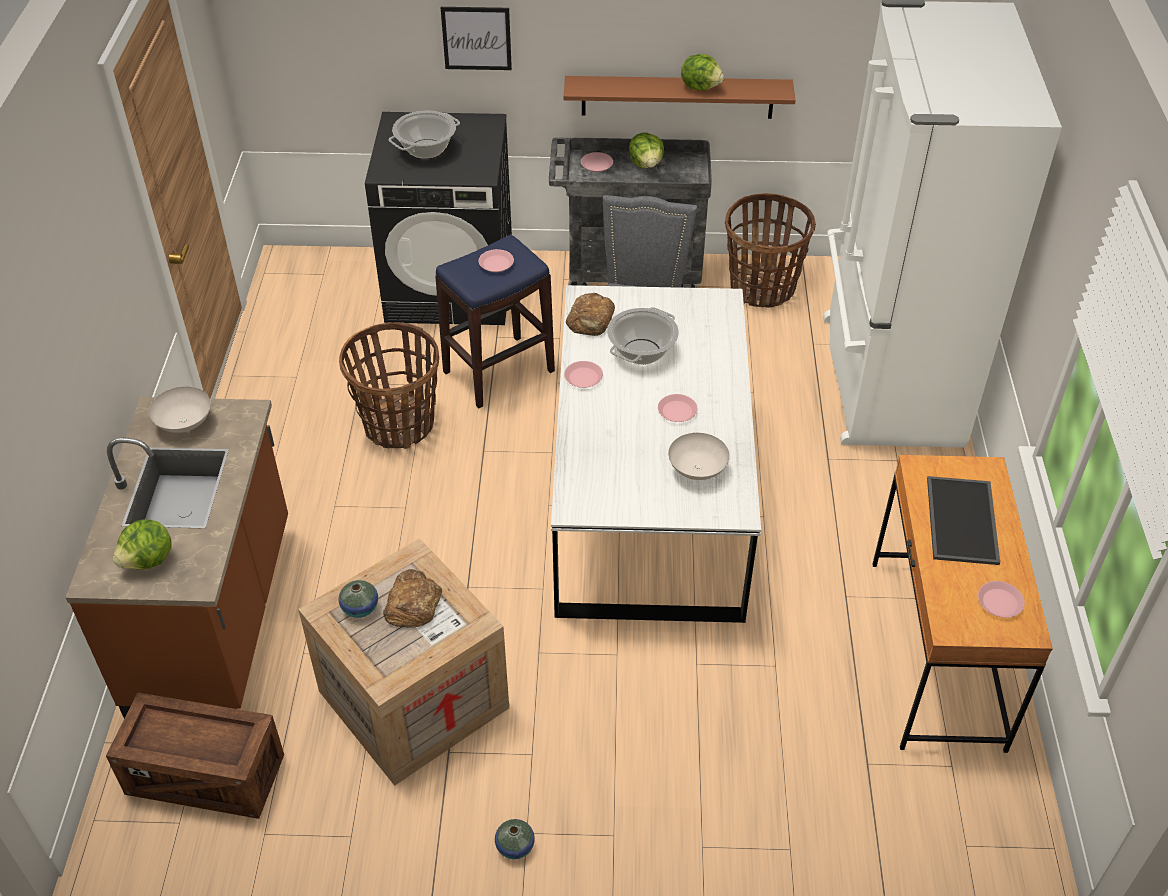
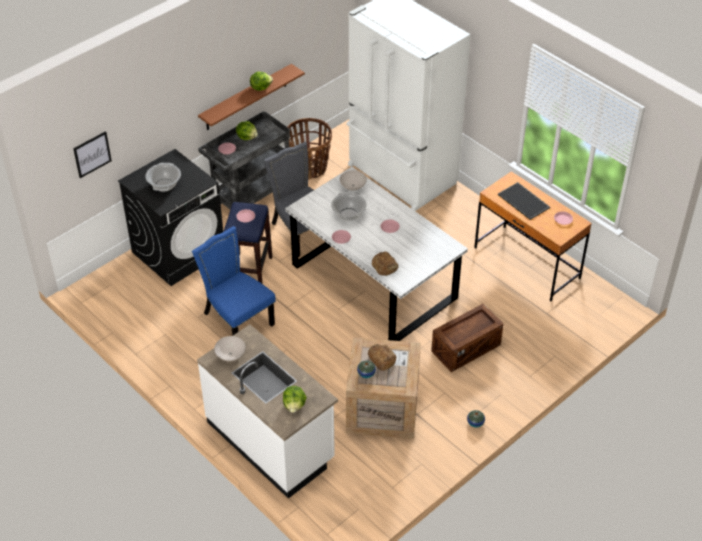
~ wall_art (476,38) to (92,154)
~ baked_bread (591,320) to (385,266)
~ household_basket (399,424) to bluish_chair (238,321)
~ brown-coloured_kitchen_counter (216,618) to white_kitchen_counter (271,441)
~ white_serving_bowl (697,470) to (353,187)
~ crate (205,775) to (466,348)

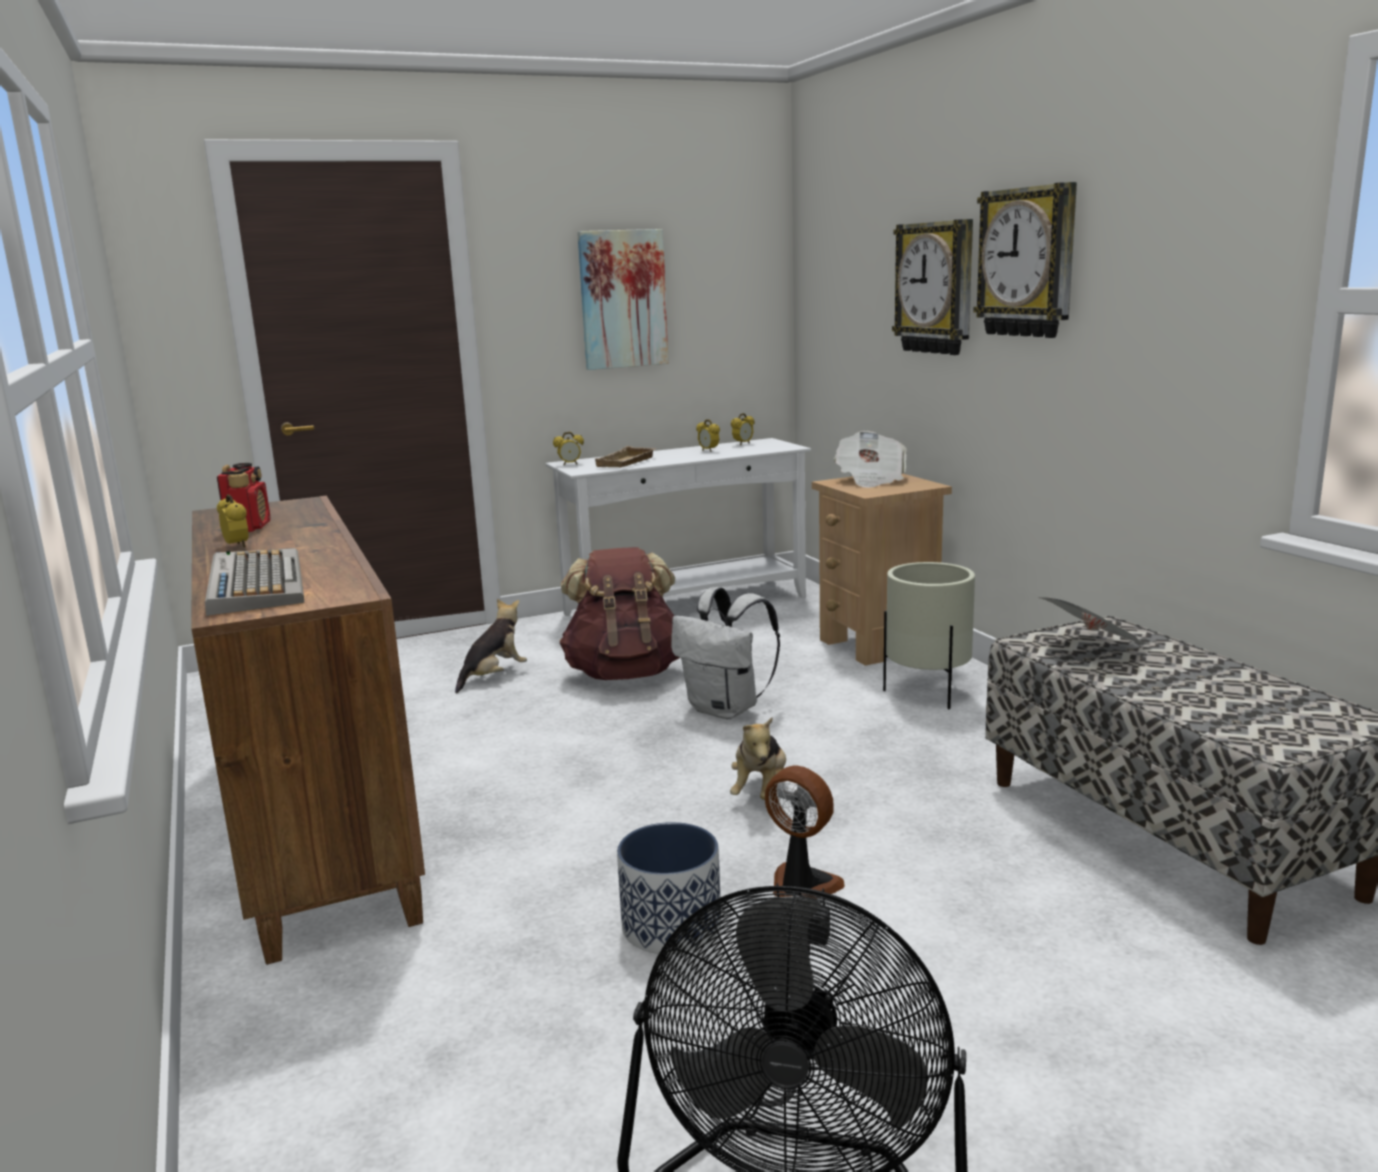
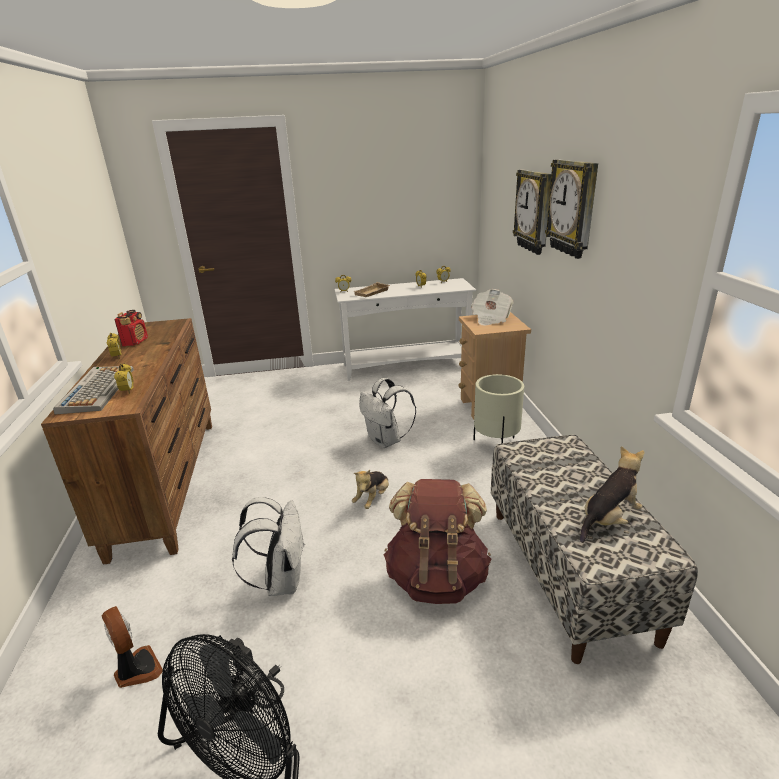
- wall_art (622,299)
~ brown-coloured_backpack (625,673) to (437,578)
- printed_paper (1095,649)
~ soft_toy (493,677) to (608,519)
~ cooling_fan (801,886) to (136,669)
~ flower_pot (670,926) to white_backpack (281,580)
+ table_clock (128,391)

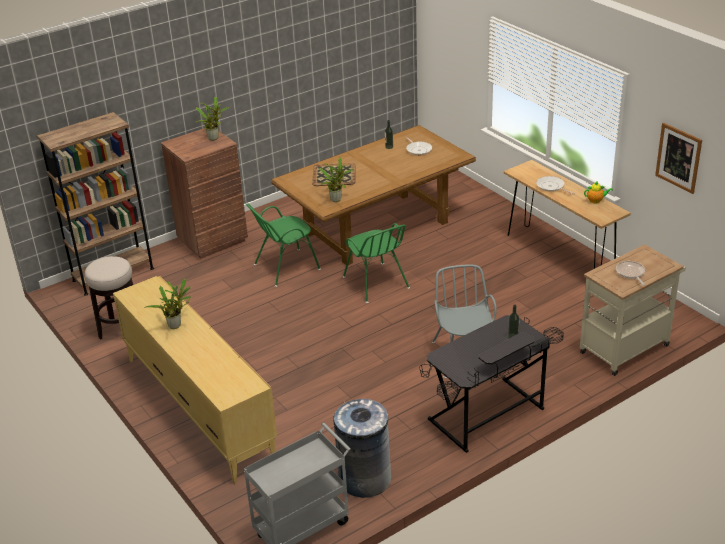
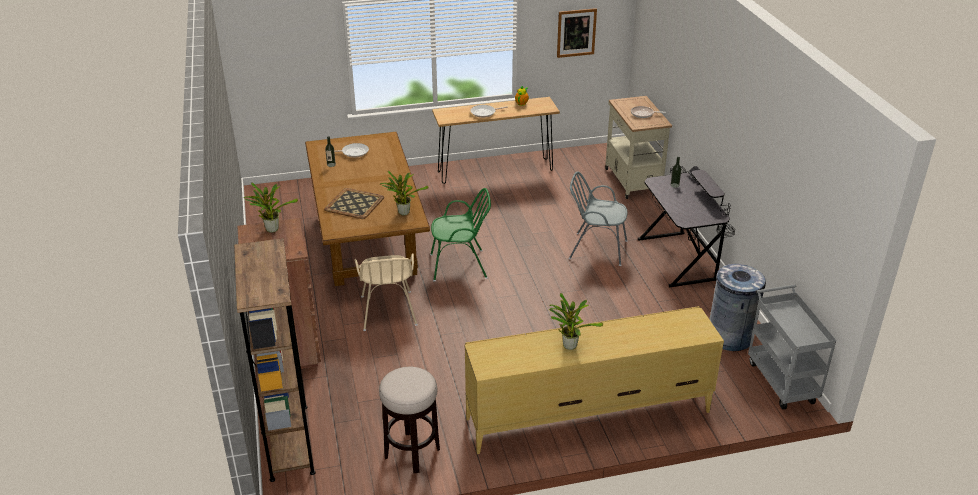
~ greenish_chair (284,268) to beige-coloured_chair (388,312)

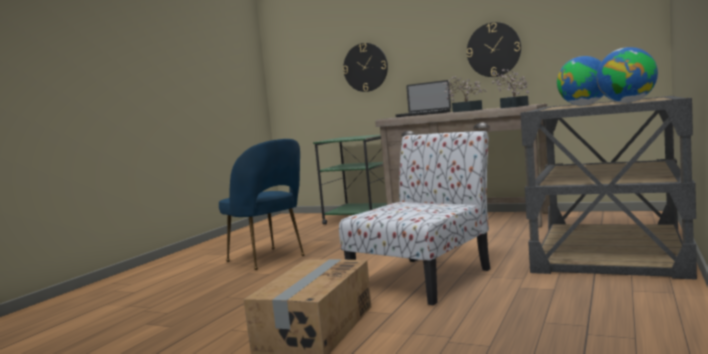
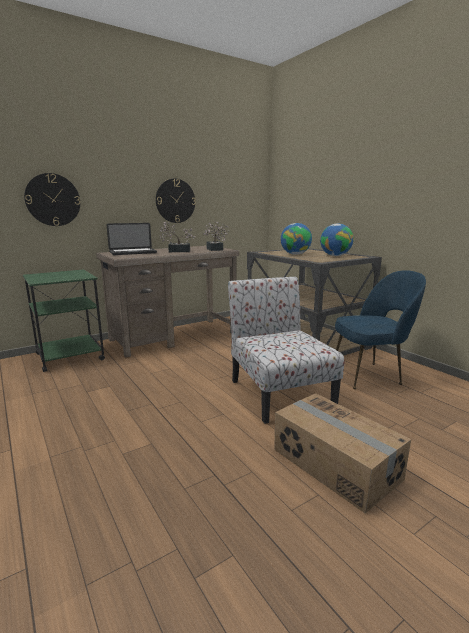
~ bluish_chair (268,260) to (370,375)

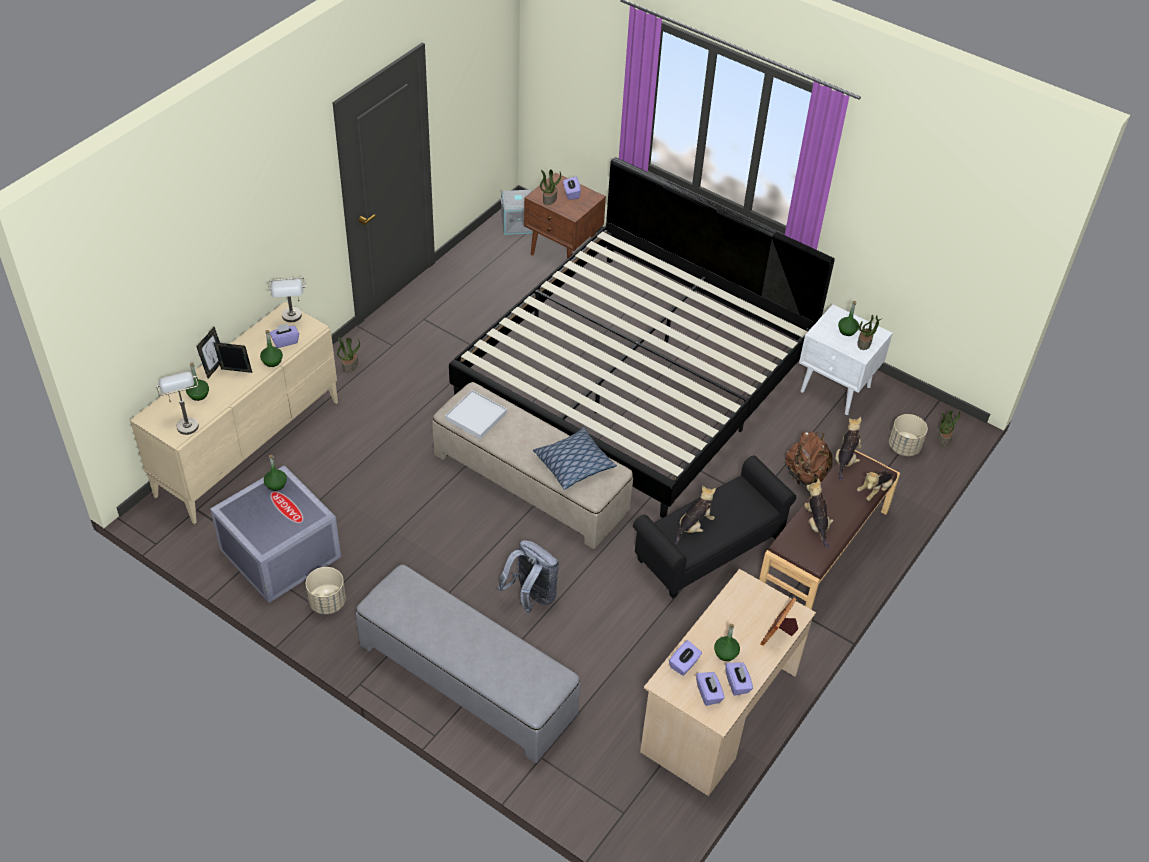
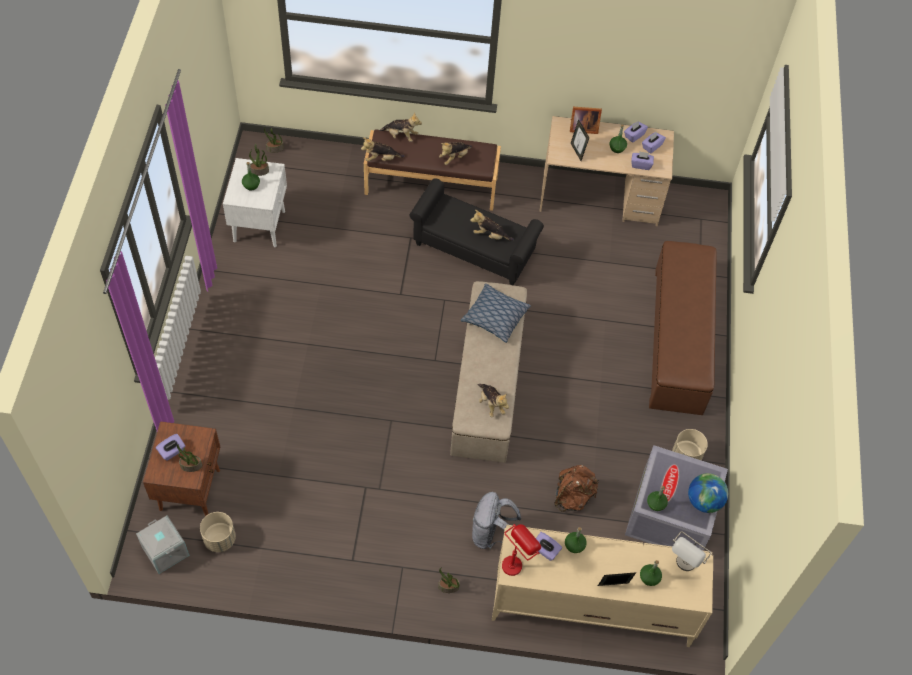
- bedroom_bed (635,377)
~ greyish_lamp_for_a_table (292,320) to red_lamp_for_a_table (517,561)
~ picture_frame (236,372) to (577,151)
~ white_carrying_tray (476,416) to soft_toy (491,404)
~ beige-coloured_flower_pot (904,447) to (220,539)
~ brown-coloured_backpack (805,475) to (573,497)
~ greyish_backpack (531,597) to (492,535)
~ greyish_bench (465,678) to brown-coloured_bench (679,340)
+ globe (704,501)

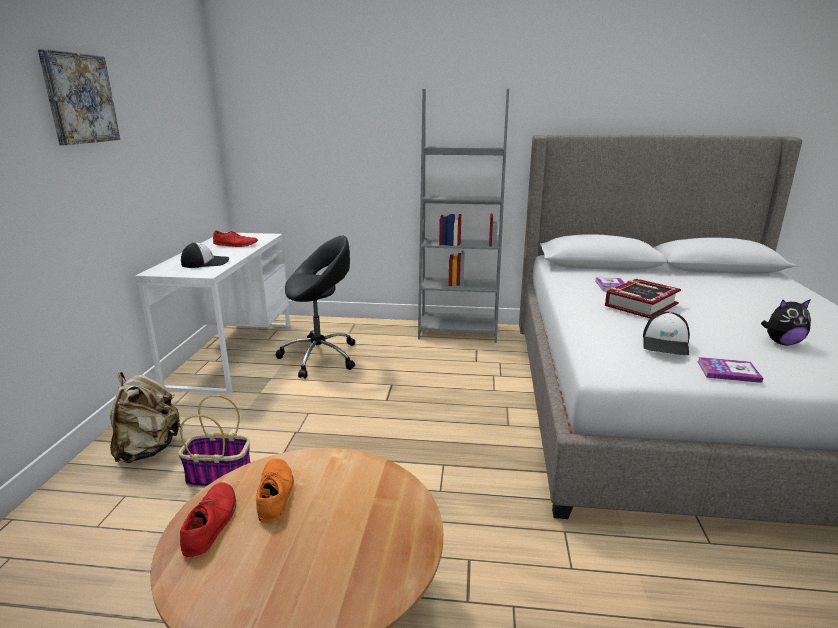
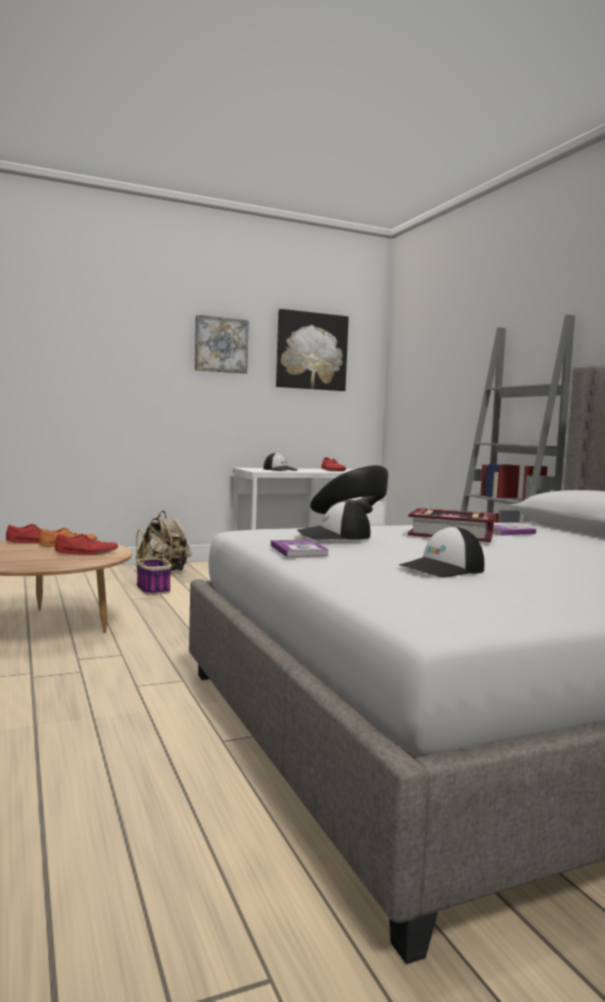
~ soft_toy (782,343) to baseball_cap (442,569)
+ wall_art (311,351)
+ red_shoe (86,553)

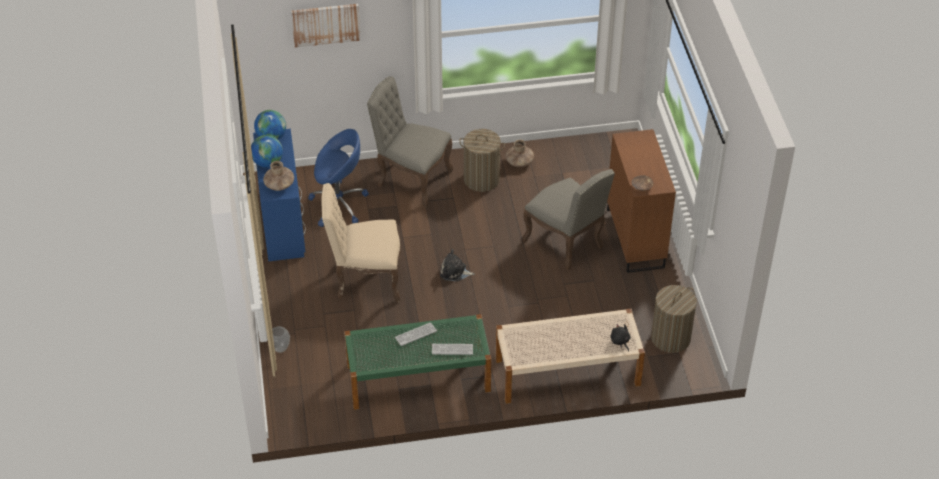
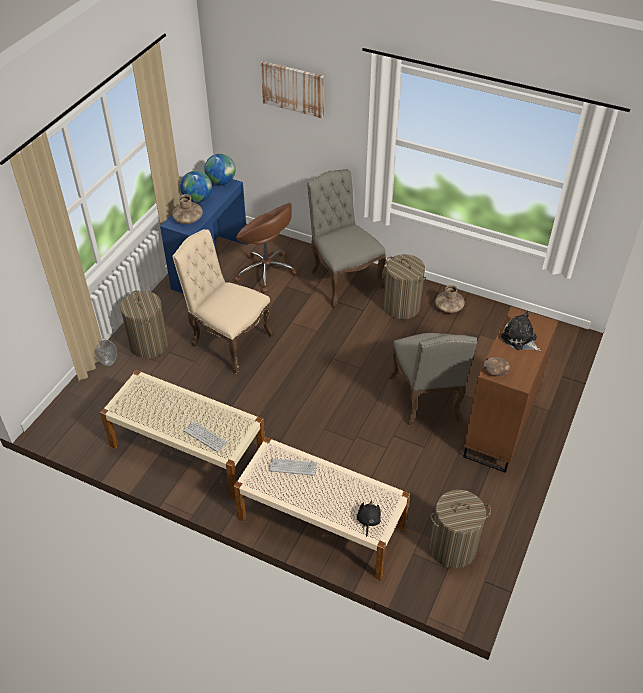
~ bluish_computer_chair (340,204) to brown-coloured_computer_chair (267,272)
~ soft_toy (455,272) to (520,339)
~ greenish_bench (418,378) to beige-coloured_bench (187,450)
~ PC_keyboard (415,334) to (293,467)
+ hamper (149,344)

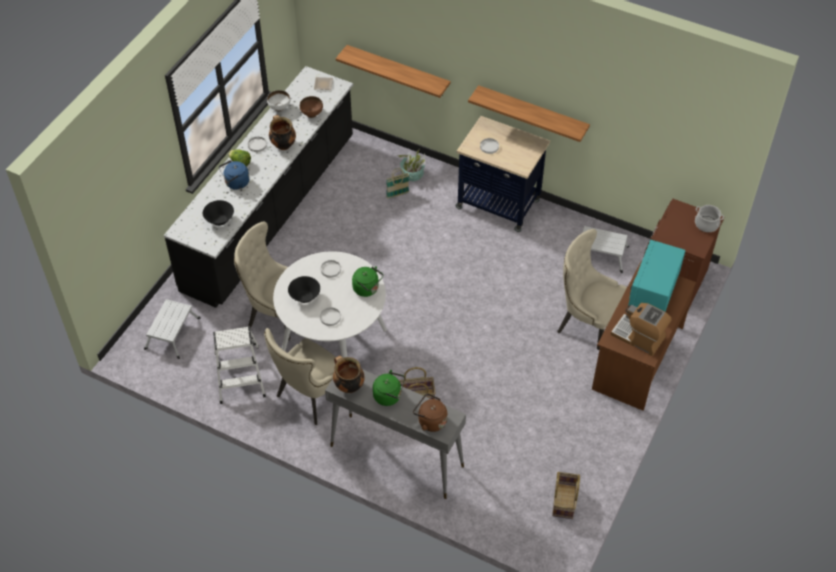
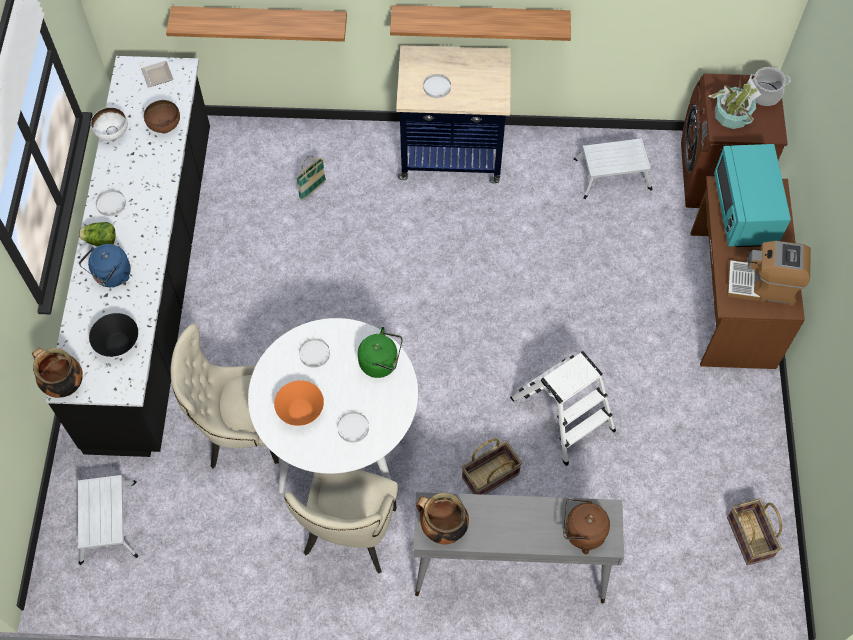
~ cooking_pot (283,145) to (64,385)
~ potted_plant (412,174) to (731,116)
- beige-coloured_chair (586,322)
~ black-coloured_serving_bowl (305,297) to orangey_serving_bowl (301,411)
~ white_stepladder (239,374) to (562,414)
- greenish_tea_kettle (389,396)

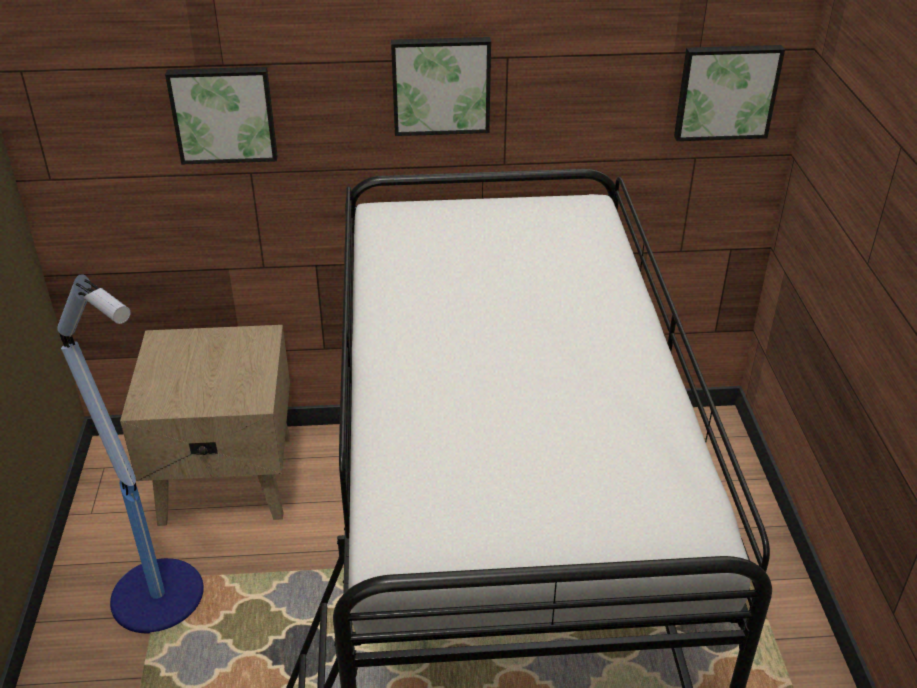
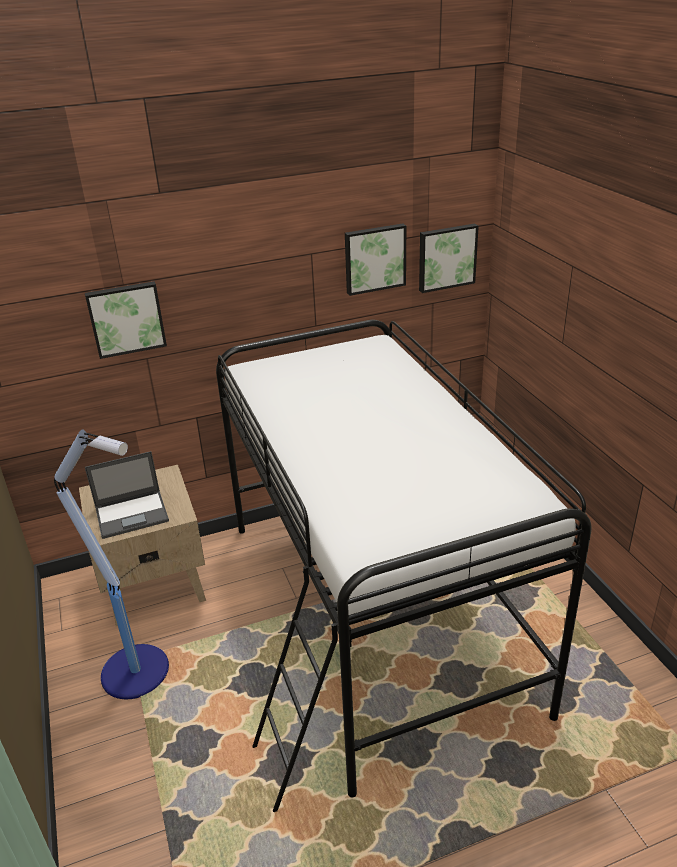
~ wall_art (441,85) to (374,258)
+ notebook_computer (133,514)

